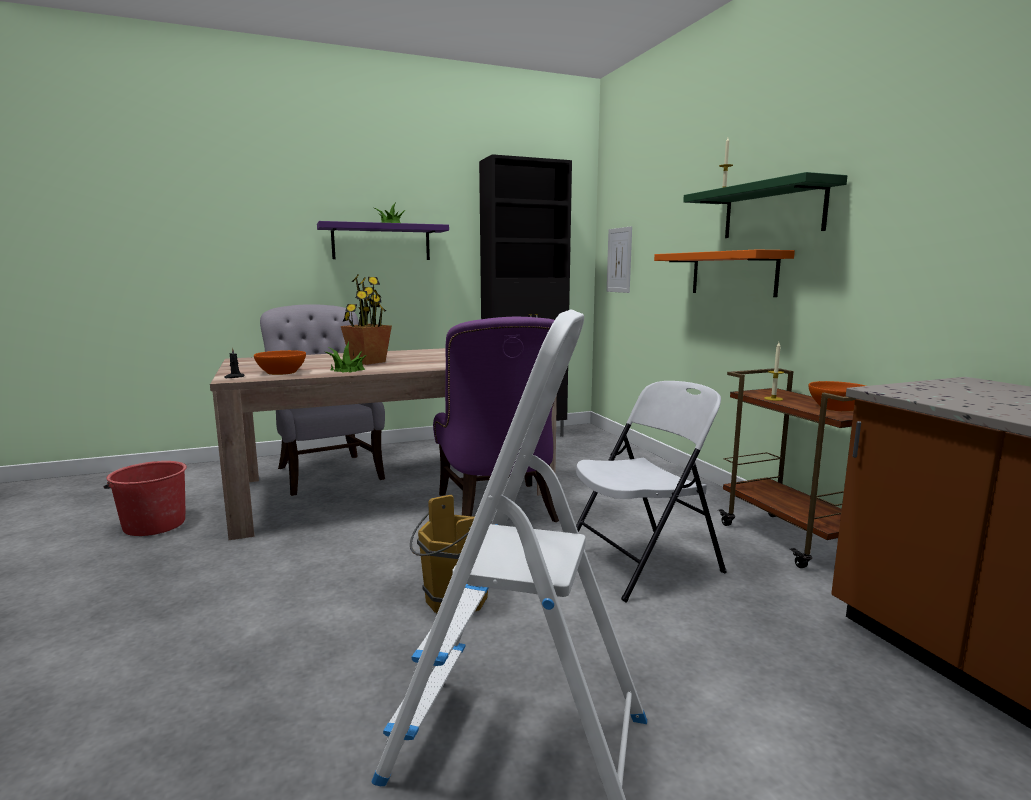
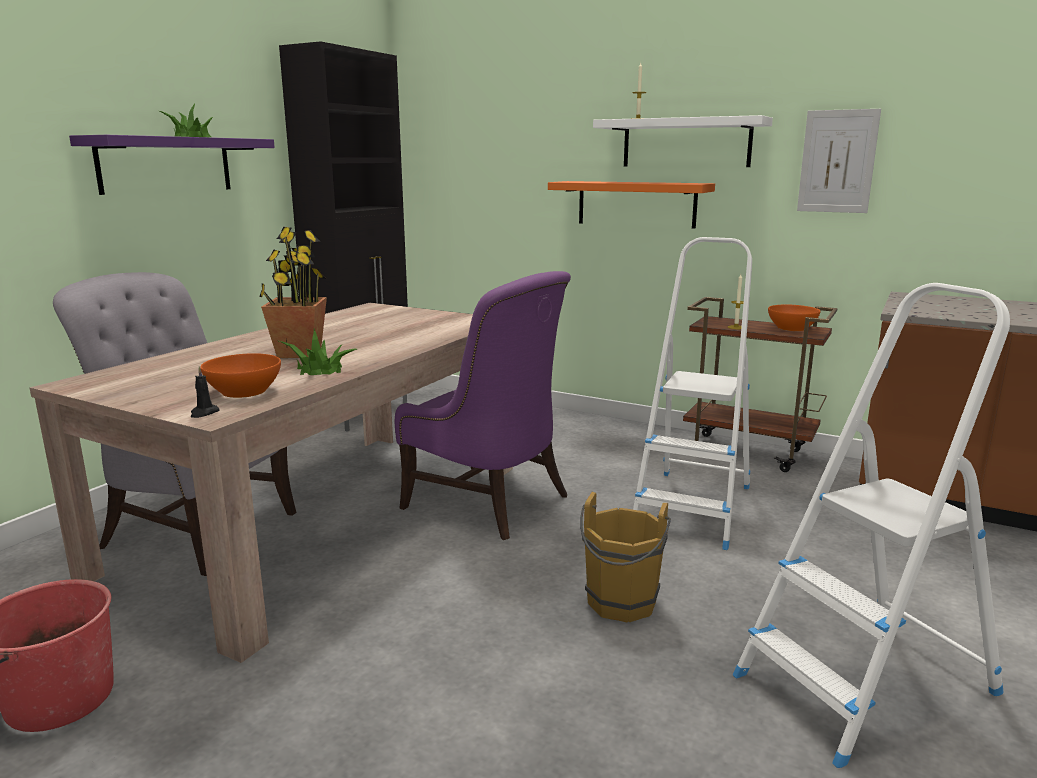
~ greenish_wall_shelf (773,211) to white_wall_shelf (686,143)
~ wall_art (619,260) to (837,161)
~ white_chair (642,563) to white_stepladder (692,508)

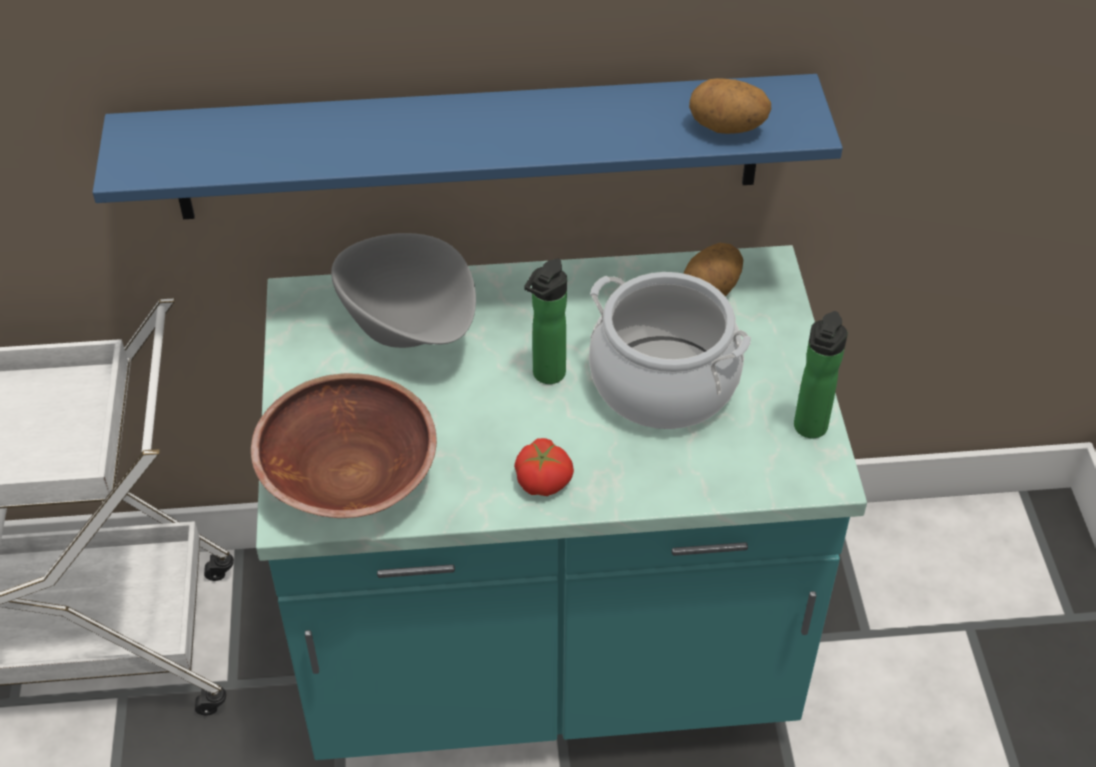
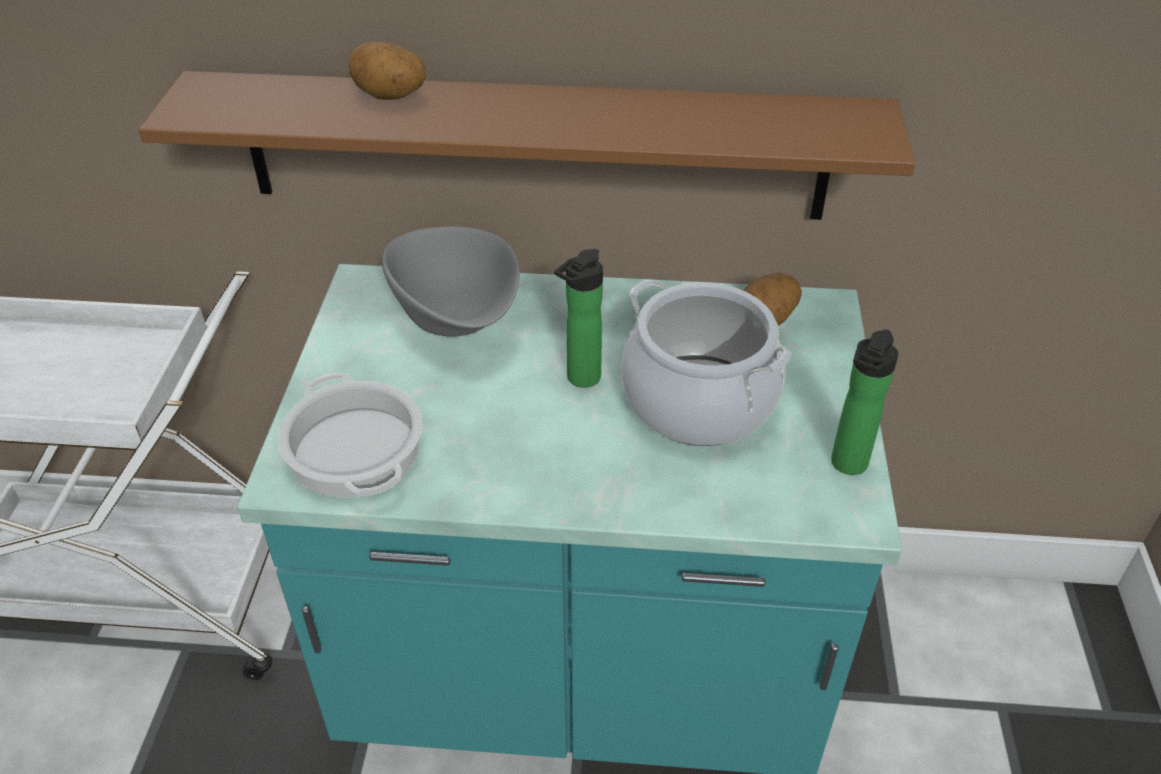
~ bluish_wall_shelf (468,147) to brown-coloured_wall_shelf (535,146)
~ spud (726,129) to (389,97)
~ brown-coloured_serving_bowl (348,477) to cooking_pot (353,450)
- fresh_tomato (544,480)

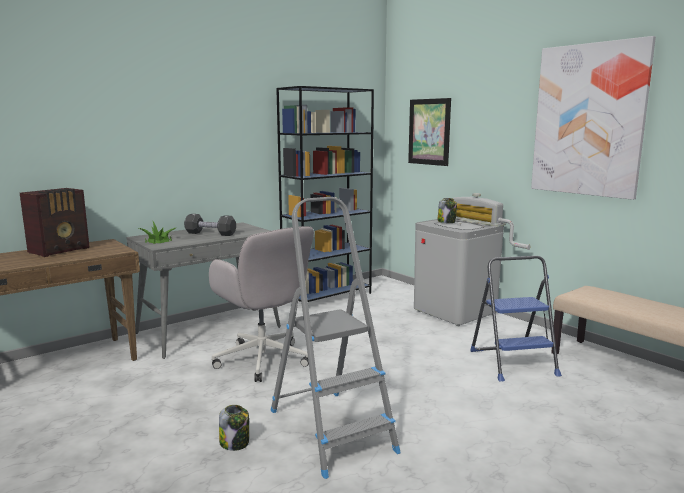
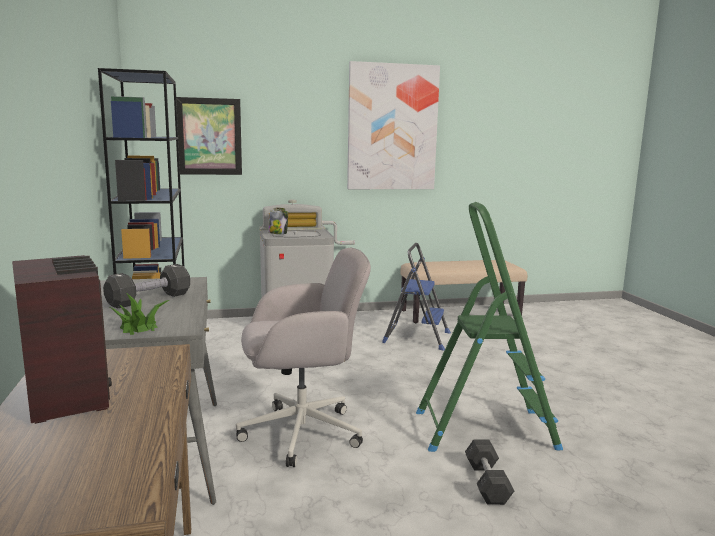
~ greyish_stepladder (331,431) to greenish_stepladder (487,430)
~ preserve_jar (235,443) to greyish_dumbbell (487,483)

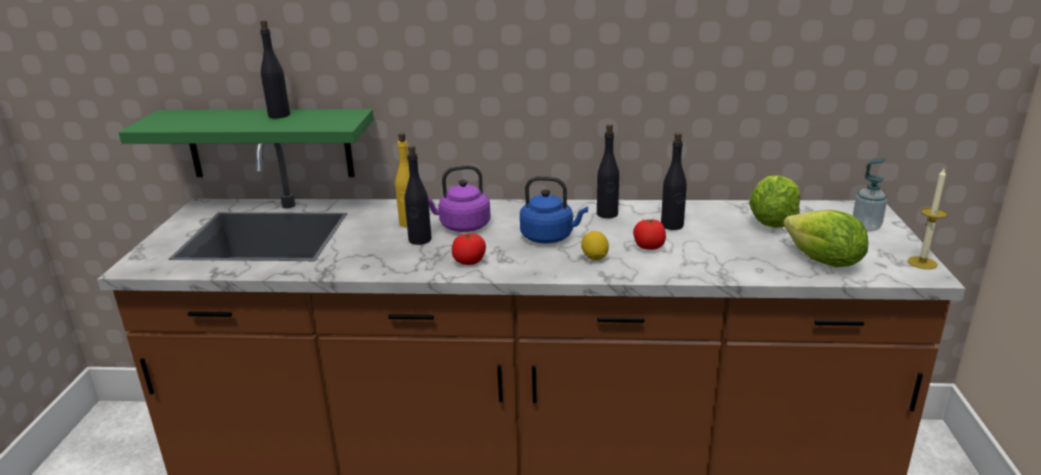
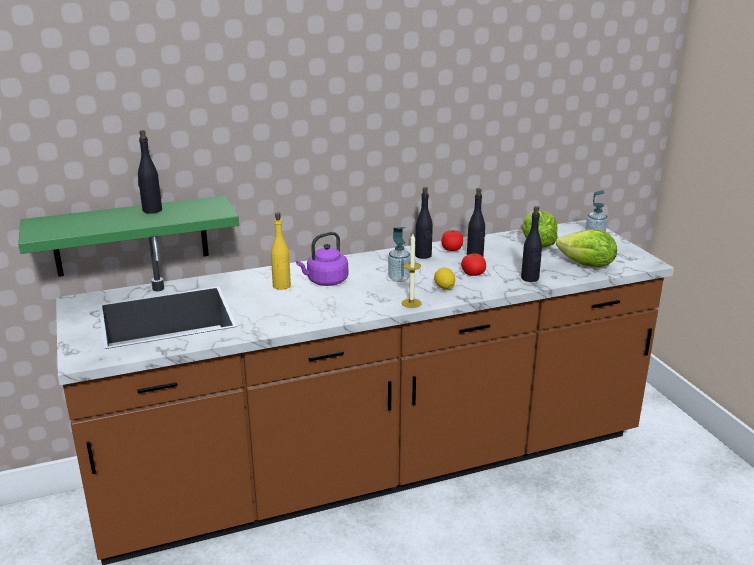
~ black-coloured_beverage_bottle (420,240) to (530,278)
~ candle (922,263) to (411,303)
~ bluish_tea_kettle (550,237) to liquid_soap_bottle (399,278)
~ fresh_tomato (469,261) to (452,249)

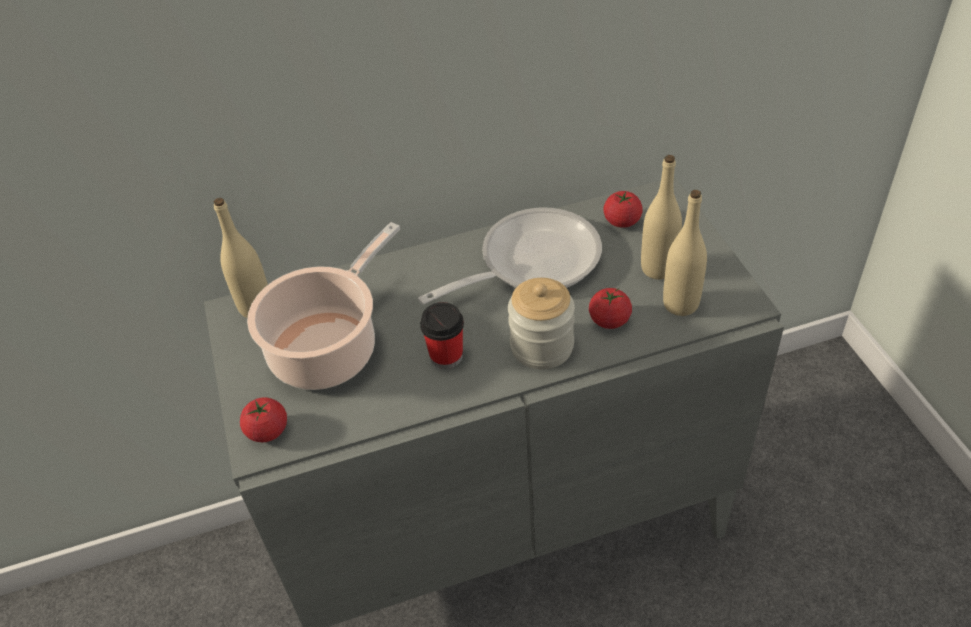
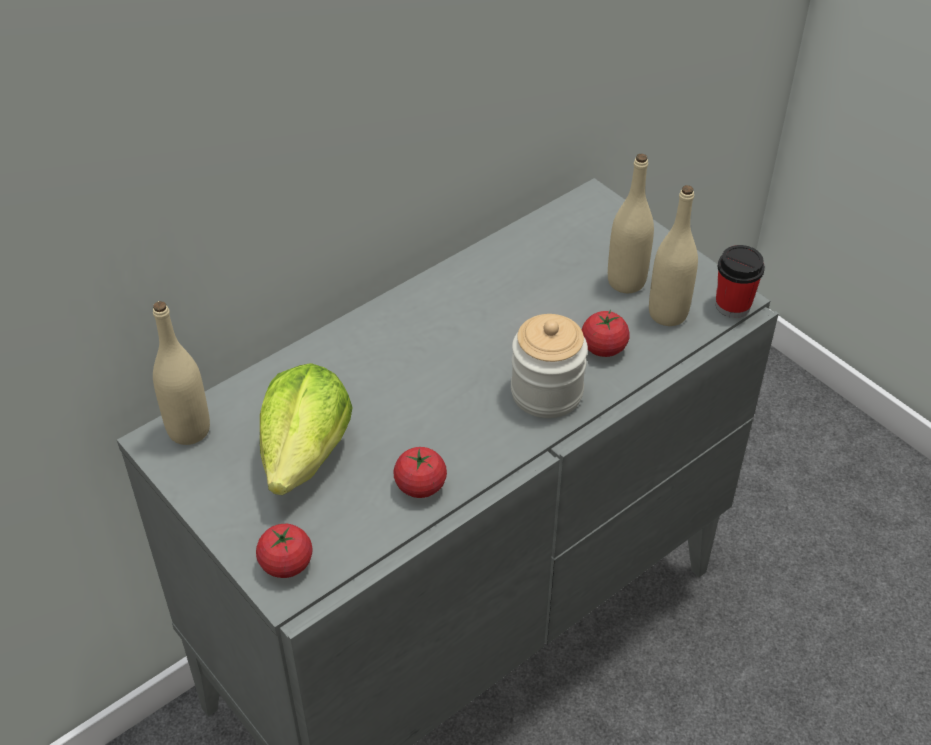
~ fresh_tomato (622,221) to (420,486)
- skillet (530,262)
~ cooking_pot (329,348) to lettuce_head (306,454)
~ small_cup (446,356) to (732,305)

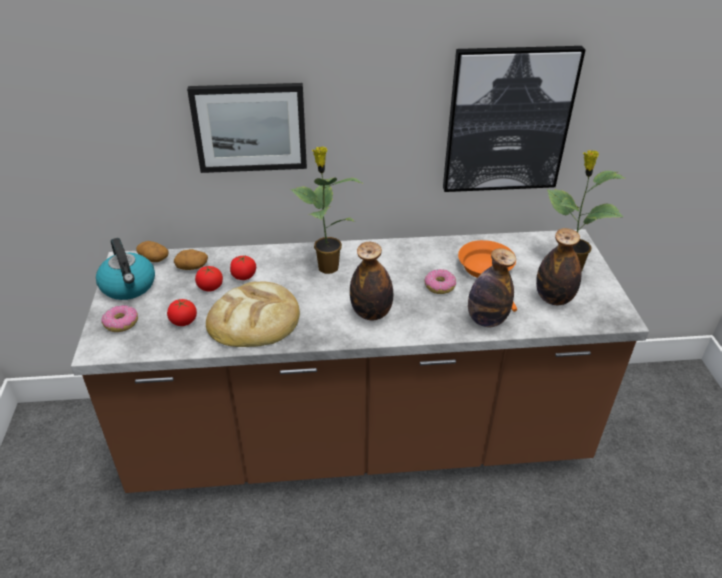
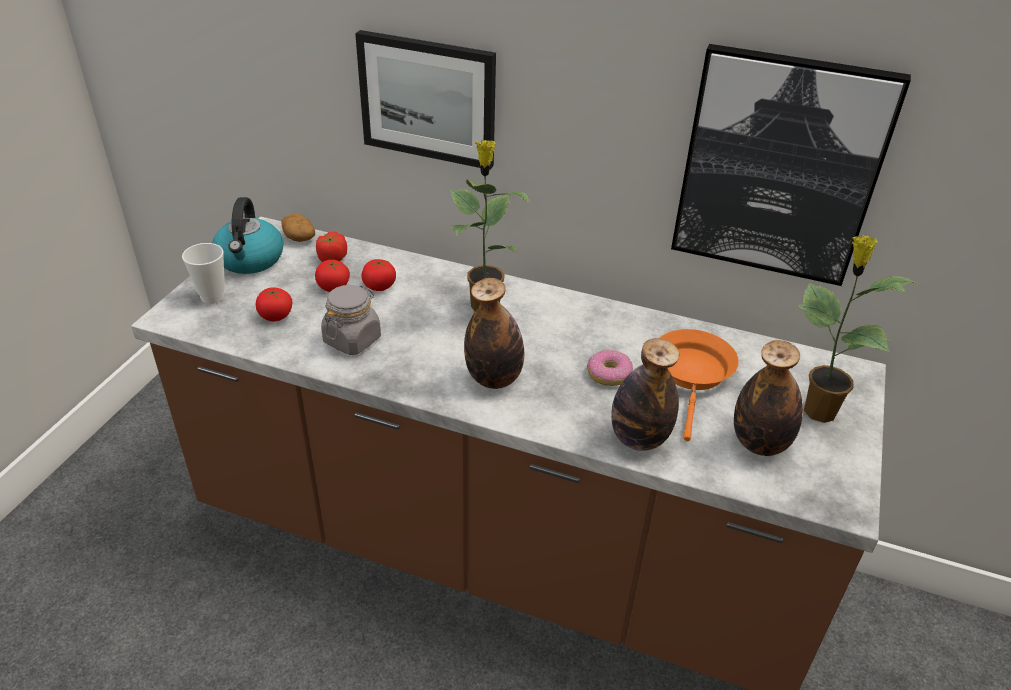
~ spud (192,266) to fresh_tomato (332,258)
~ baked_bread (254,319) to greyish_preserve_jar (352,340)
~ doughnut (121,323) to small_cup (212,297)

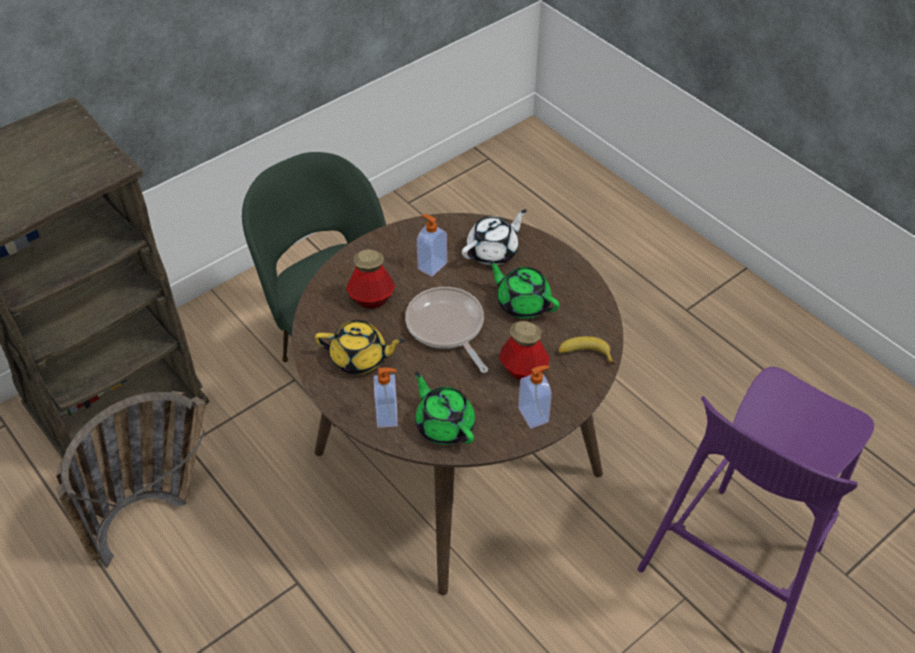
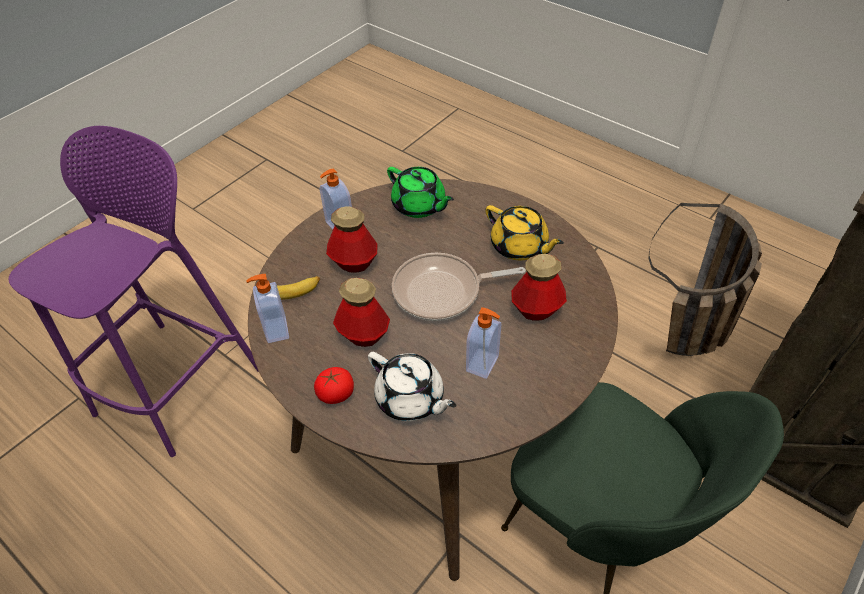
~ white_tea_pot (493,251) = (411,399) 90 degrees counterclockwise
~ greenish_tea_pot (522,303) to beverage_bottle (363,334)
~ skillet (447,327) = (442,292) 120 degrees clockwise
~ yellow_tea_pot (360,358) = (519,247) 135 degrees counterclockwise
~ liquid_soap_bottle (388,416) to (275,330)
+ fresh_tomato (336,394)

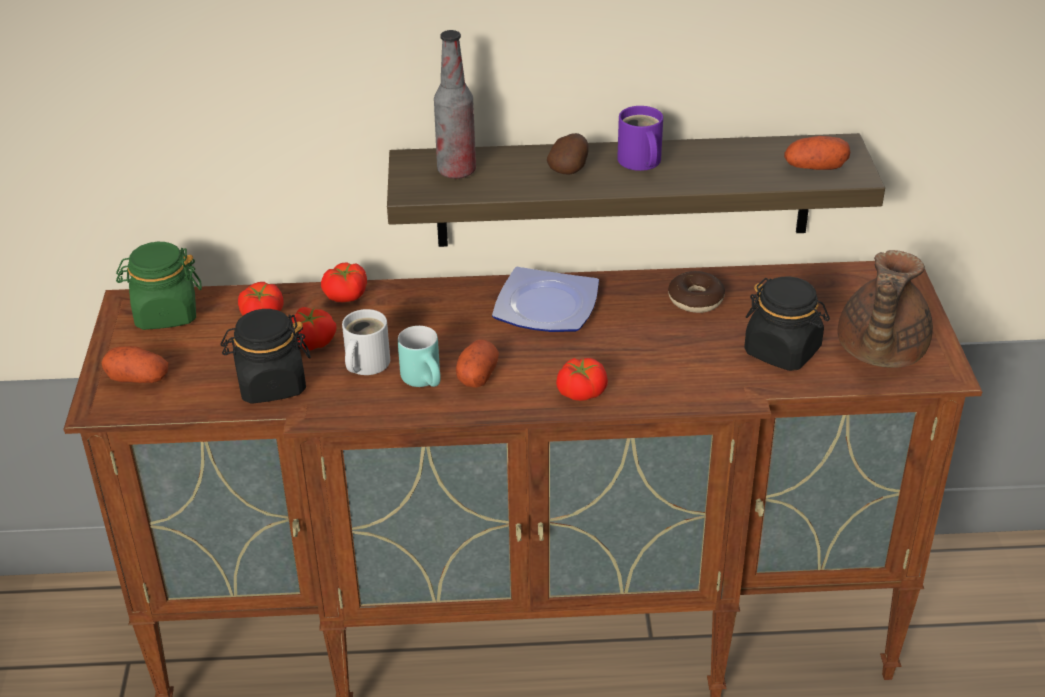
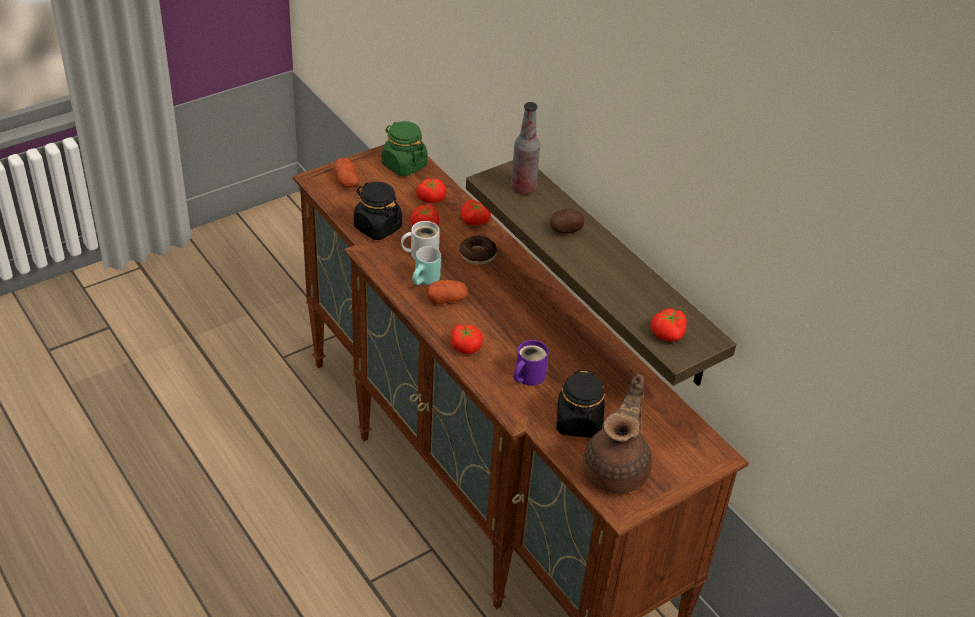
~ purplish_mug (639,162) to (527,376)
~ spud (815,168) to fresh_tomato (668,334)
~ brown-coloured_tea_pot (878,352) = (617,469) 120 degrees clockwise
- dinner_plate (545,305)
~ doughnut (695,300) to (477,255)

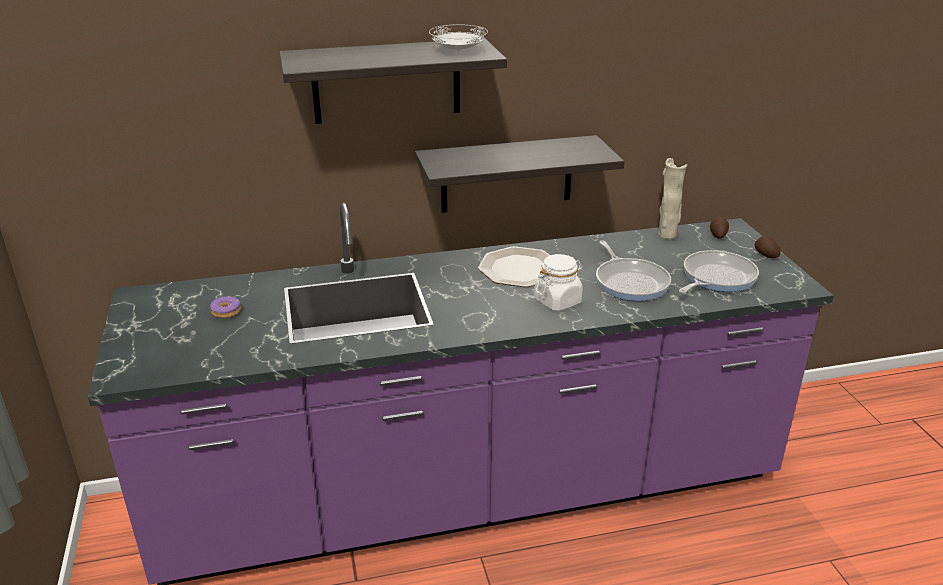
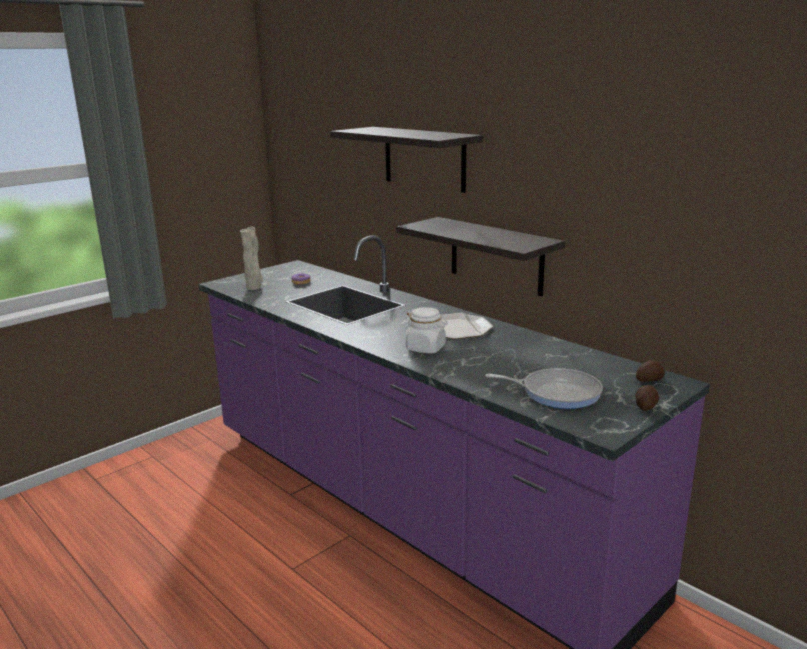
- white_dinner_plate (458,51)
~ beige-coloured_flower_vase (667,235) to (254,288)
- skillet (630,282)

